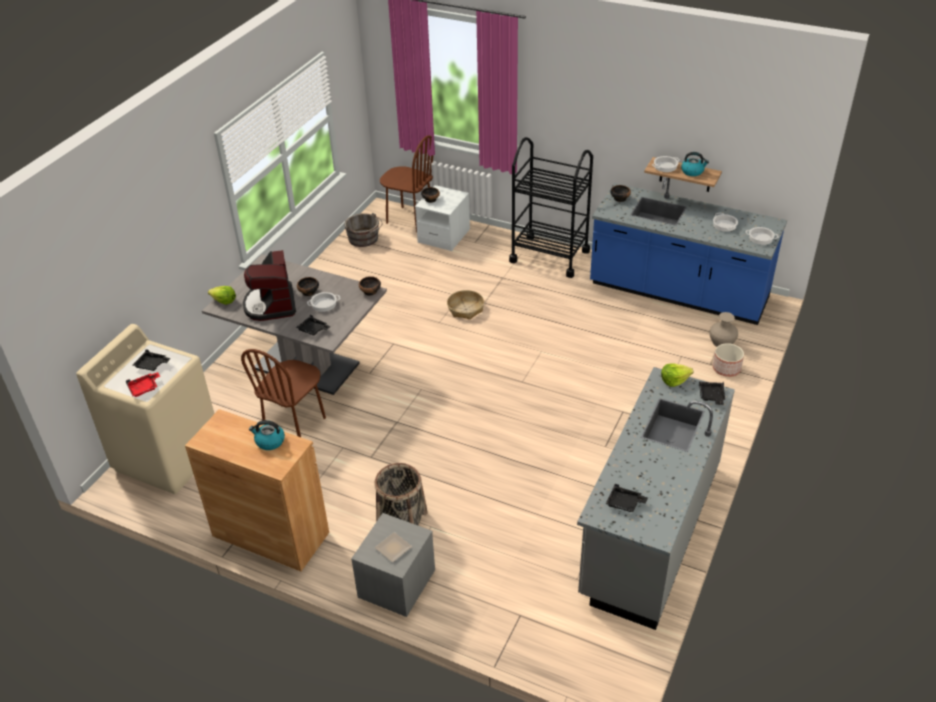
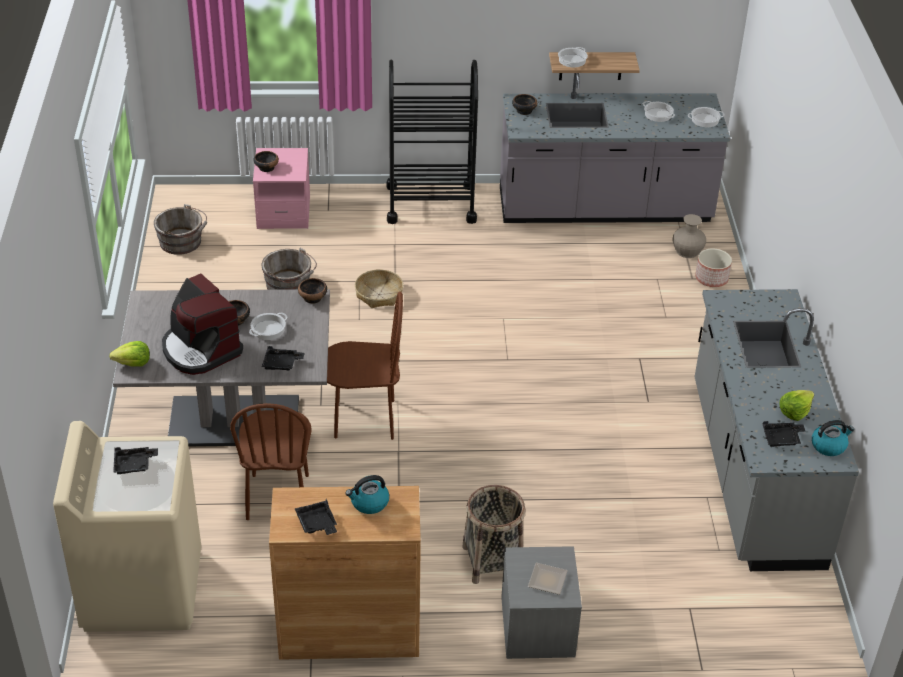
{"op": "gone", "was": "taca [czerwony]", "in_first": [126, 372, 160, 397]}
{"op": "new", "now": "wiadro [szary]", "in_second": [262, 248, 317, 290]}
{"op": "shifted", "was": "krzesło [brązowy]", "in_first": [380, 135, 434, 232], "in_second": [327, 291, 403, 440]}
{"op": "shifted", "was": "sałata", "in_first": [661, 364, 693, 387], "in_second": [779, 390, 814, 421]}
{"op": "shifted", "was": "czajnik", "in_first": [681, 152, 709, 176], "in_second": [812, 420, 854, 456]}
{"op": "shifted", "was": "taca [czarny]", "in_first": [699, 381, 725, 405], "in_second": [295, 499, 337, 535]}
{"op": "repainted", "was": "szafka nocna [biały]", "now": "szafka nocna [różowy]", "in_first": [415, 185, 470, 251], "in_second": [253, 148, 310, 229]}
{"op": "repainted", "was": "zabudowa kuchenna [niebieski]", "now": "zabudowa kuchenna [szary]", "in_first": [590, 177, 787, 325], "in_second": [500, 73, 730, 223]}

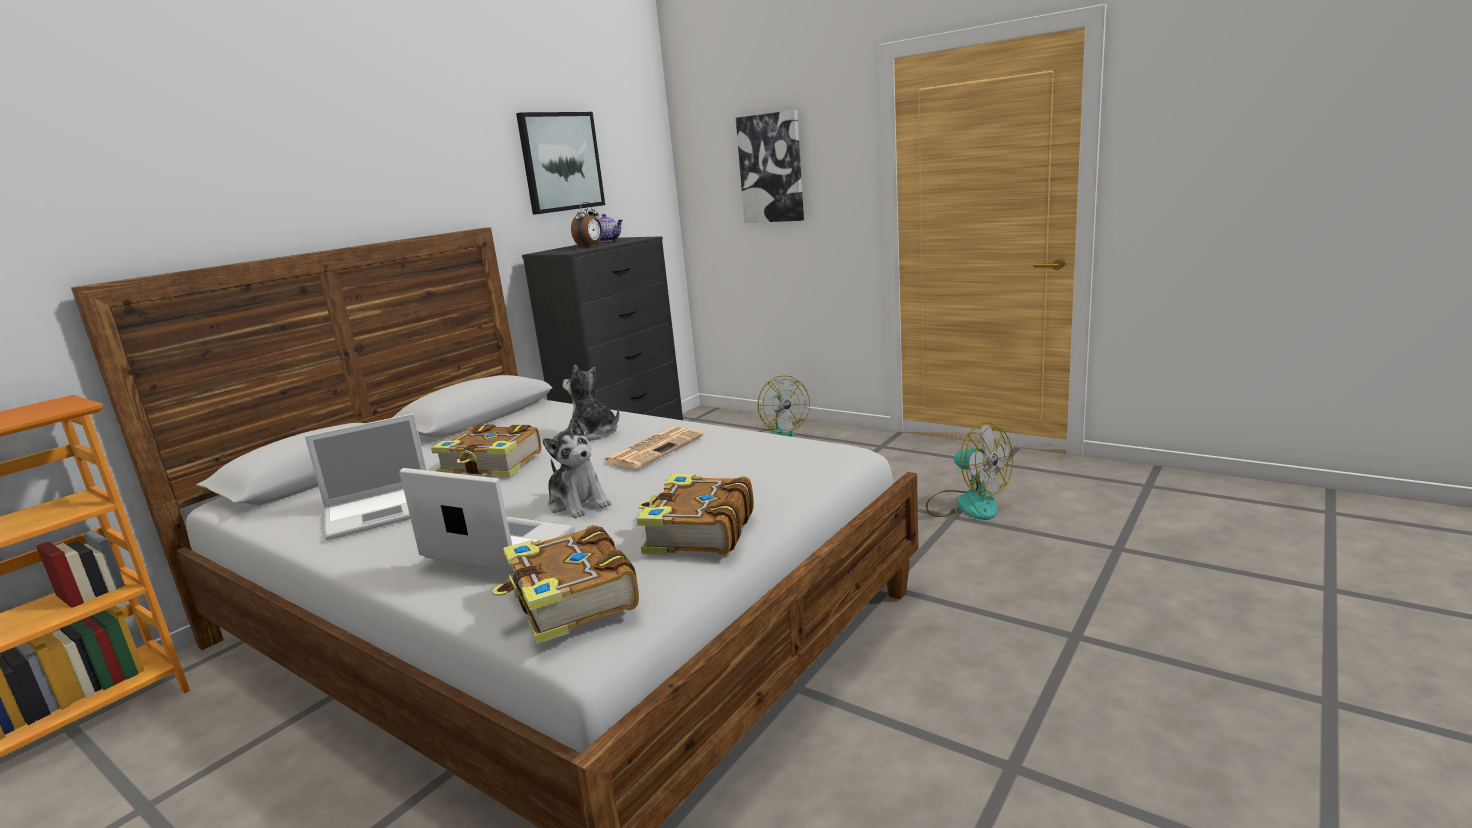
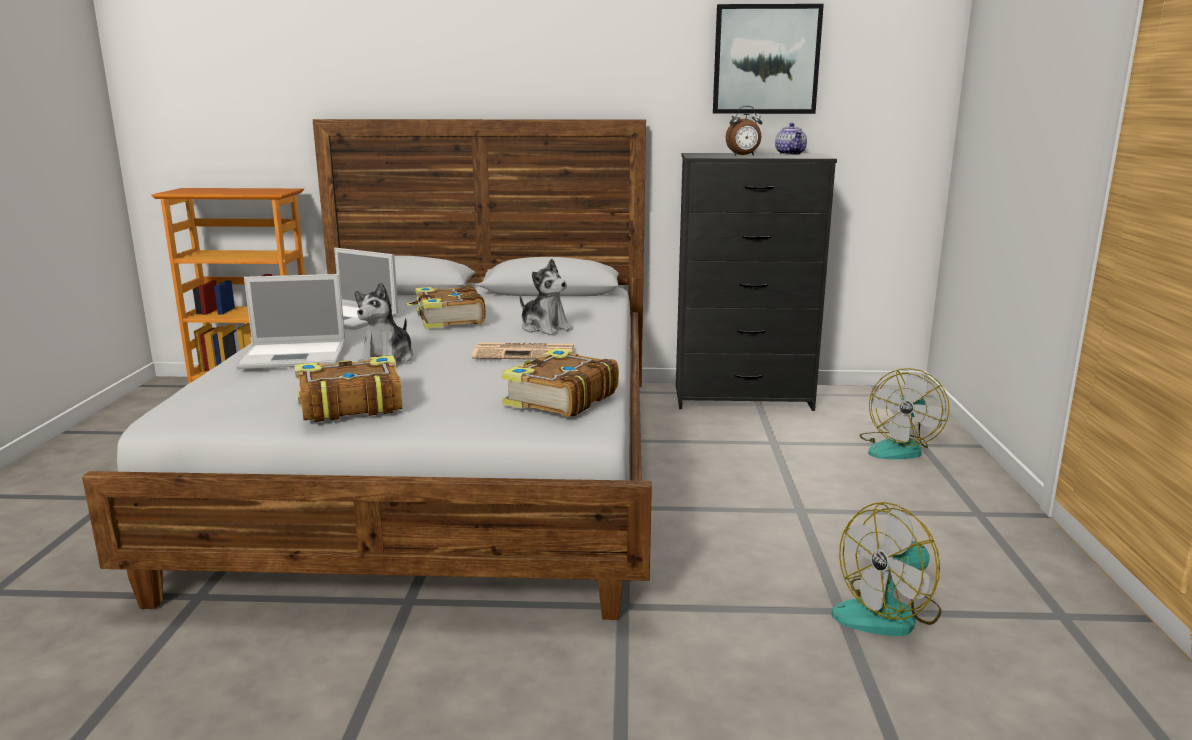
{"op": "gone", "was": "obraz", "in_first": [736, 110, 804, 223]}
{"op": "shifted", "was": "książka", "in_first": [493, 525, 639, 644], "in_second": [501, 348, 619, 417]}
{"op": "rotated", "was": "laptop", "in_first": [399, 468, 575, 573], "in_second": [236, 274, 345, 369], "clockwise": 90}
{"op": "rotated", "was": "pluszak", "in_first": [563, 365, 619, 441], "in_second": [520, 259, 573, 335], "clockwise": 135}
{"op": "rotated", "was": "wentylator", "in_first": [926, 422, 1013, 520], "in_second": [832, 502, 941, 636], "clockwise": 45}

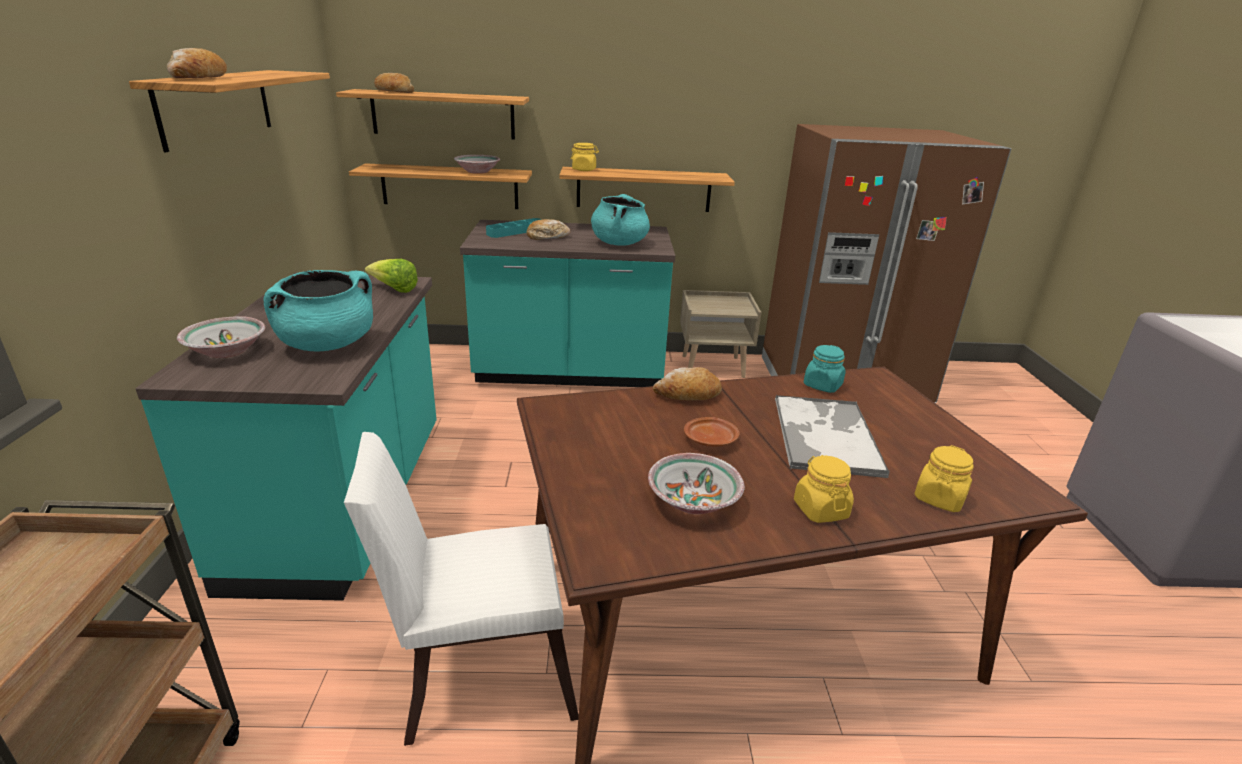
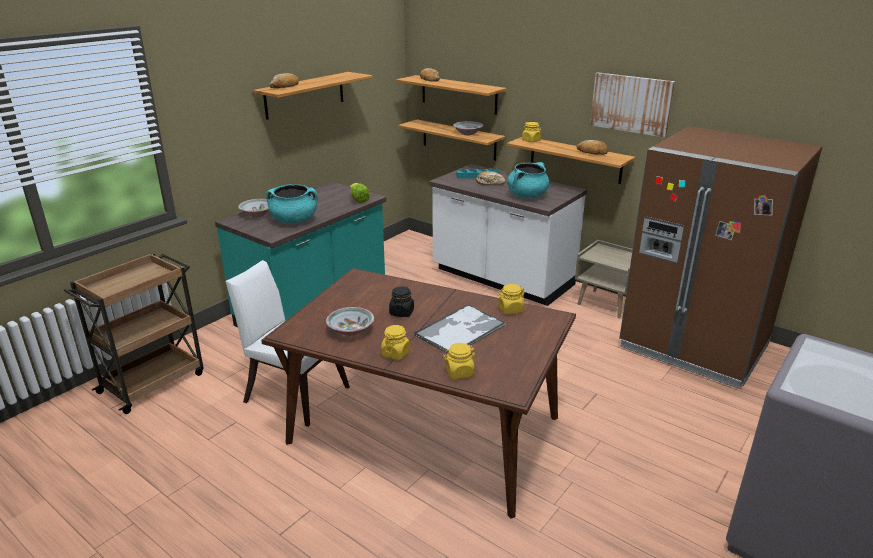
{"op": "new", "now": "obraz", "in_second": [590, 72, 675, 138]}
{"op": "shifted", "was": "chleb", "in_first": [653, 367, 722, 401], "in_second": [577, 140, 608, 155]}
{"op": "swapped", "was": "talerz [brązowy]", "now": "słoik [czarny]", "in_first": [684, 417, 740, 447], "in_second": [389, 286, 414, 317]}
{"op": "repainted", "was": "zabudowa kuchenna [turkusowy]", "now": "zabudowa kuchenna [biały]", "in_first": [460, 220, 675, 387], "in_second": [429, 164, 587, 306]}
{"op": "repainted", "was": "słoik [turkusowy]", "now": "słoik [żółty]", "in_first": [804, 345, 846, 393], "in_second": [497, 284, 525, 314]}

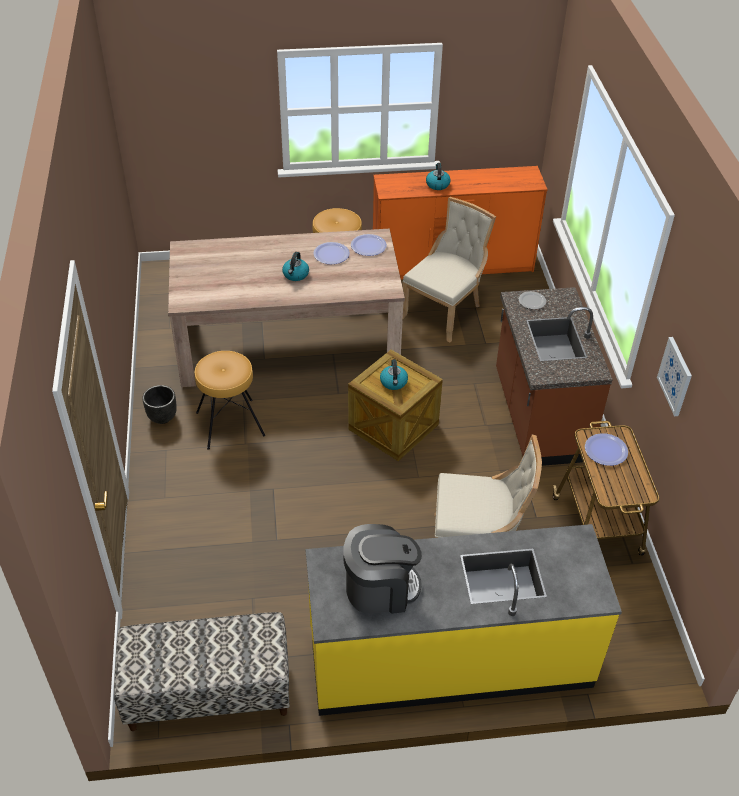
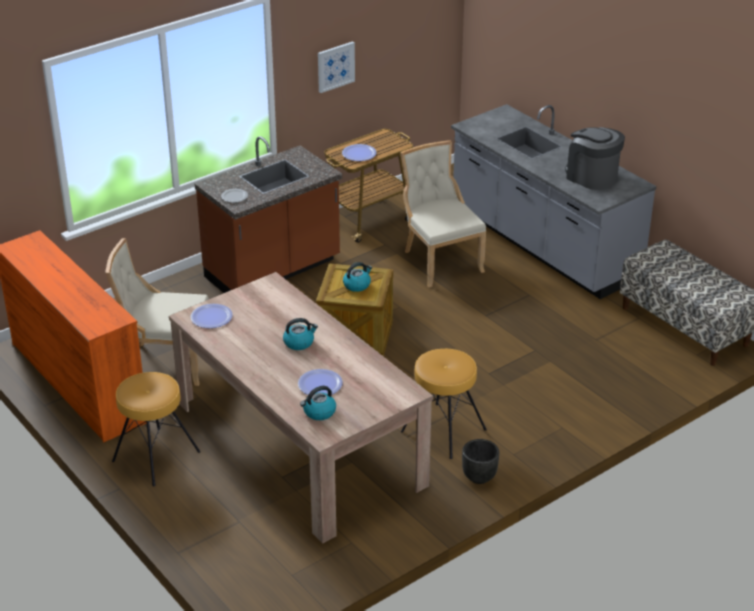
{"op": "shifted", "was": "talerz", "in_first": [313, 242, 350, 264], "in_second": [298, 369, 343, 395]}
{"op": "shifted", "was": "czajnik", "in_first": [426, 163, 451, 190], "in_second": [300, 386, 336, 420]}
{"op": "repainted", "was": "zabudowa kuchenna [żółty]", "now": "zabudowa kuchenna [szary]", "in_first": [306, 524, 622, 716], "in_second": [451, 104, 657, 299]}

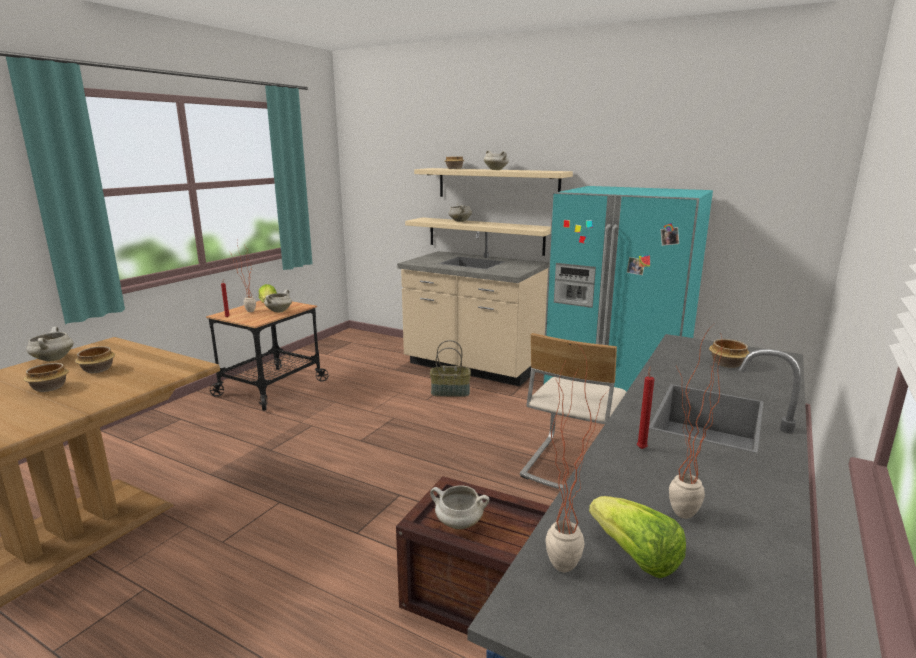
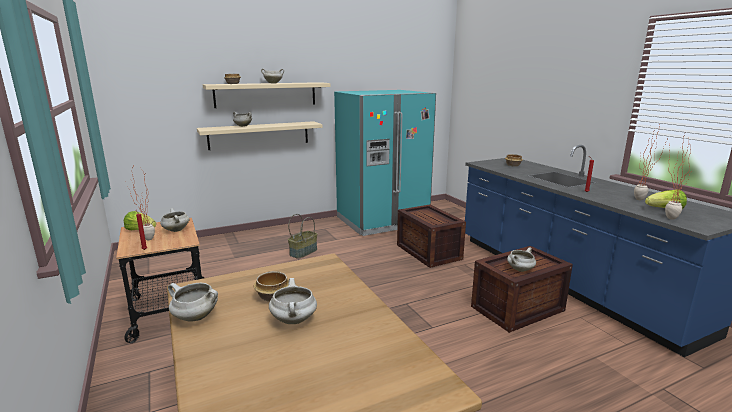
{"op": "gone", "was": "zabudowa kuchenna [beżowy]", "in_first": [397, 231, 549, 386]}
{"op": "swapped", "was": "miska", "now": "garnek [biały]", "in_first": [24, 363, 69, 392], "in_second": [269, 278, 317, 324]}
{"op": "swapped", "was": "krzesło [beżowy]", "now": "skrzynka", "in_first": [520, 333, 626, 489], "in_second": [397, 204, 466, 268]}

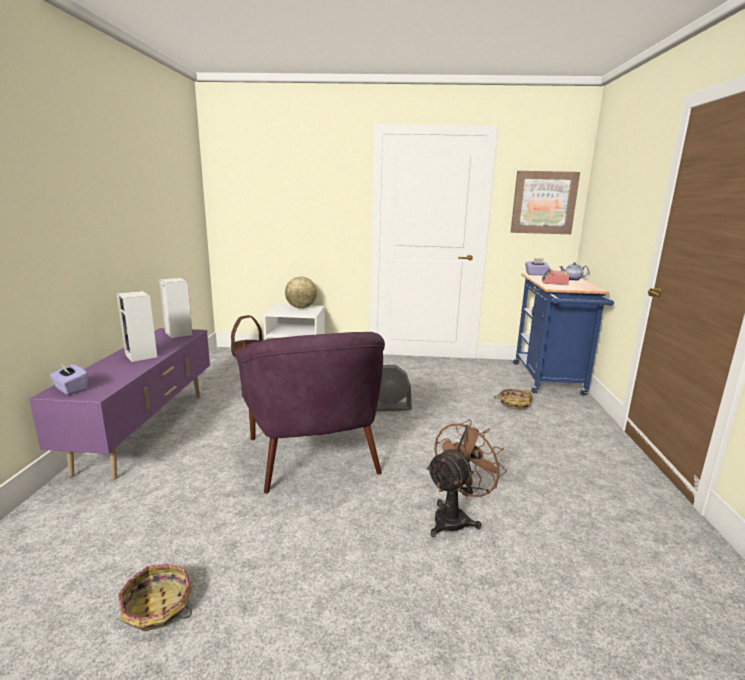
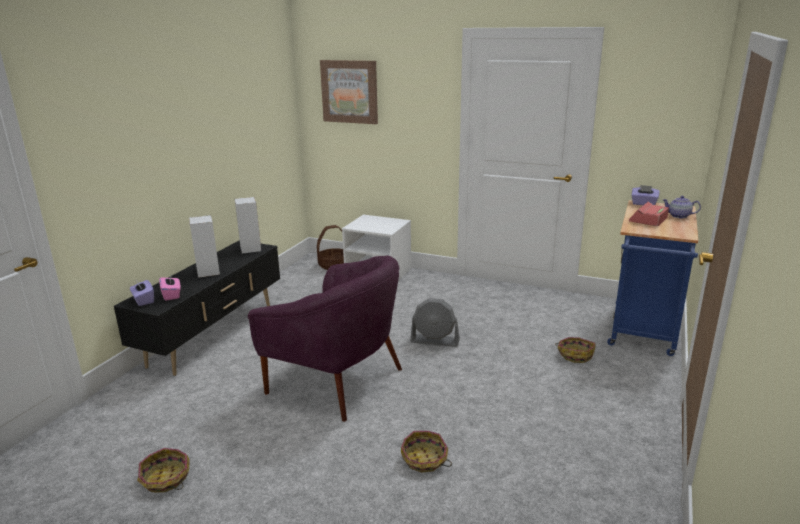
{"op": "gone", "was": "globus", "in_first": [285, 276, 317, 308]}
{"op": "new", "now": "pudełko chusteczek [różowy]", "in_second": [159, 274, 181, 301]}
{"op": "shifted", "was": "obraz", "in_first": [511, 171, 580, 234], "in_second": [320, 60, 378, 124]}
{"op": "swapped", "was": "wentylator [brązowy]", "now": "koszyk", "in_first": [426, 419, 507, 537], "in_second": [401, 431, 452, 473]}
{"op": "repainted", "was": "szafka pod telewizor [fioletowy]", "now": "szafka pod telewizor [czarny]", "in_first": [29, 328, 210, 479], "in_second": [114, 240, 280, 376]}
{"op": "rotated", "was": "fotel [fioletowy]", "in_first": [234, 332, 385, 493], "in_second": [248, 256, 402, 422], "clockwise": -60}

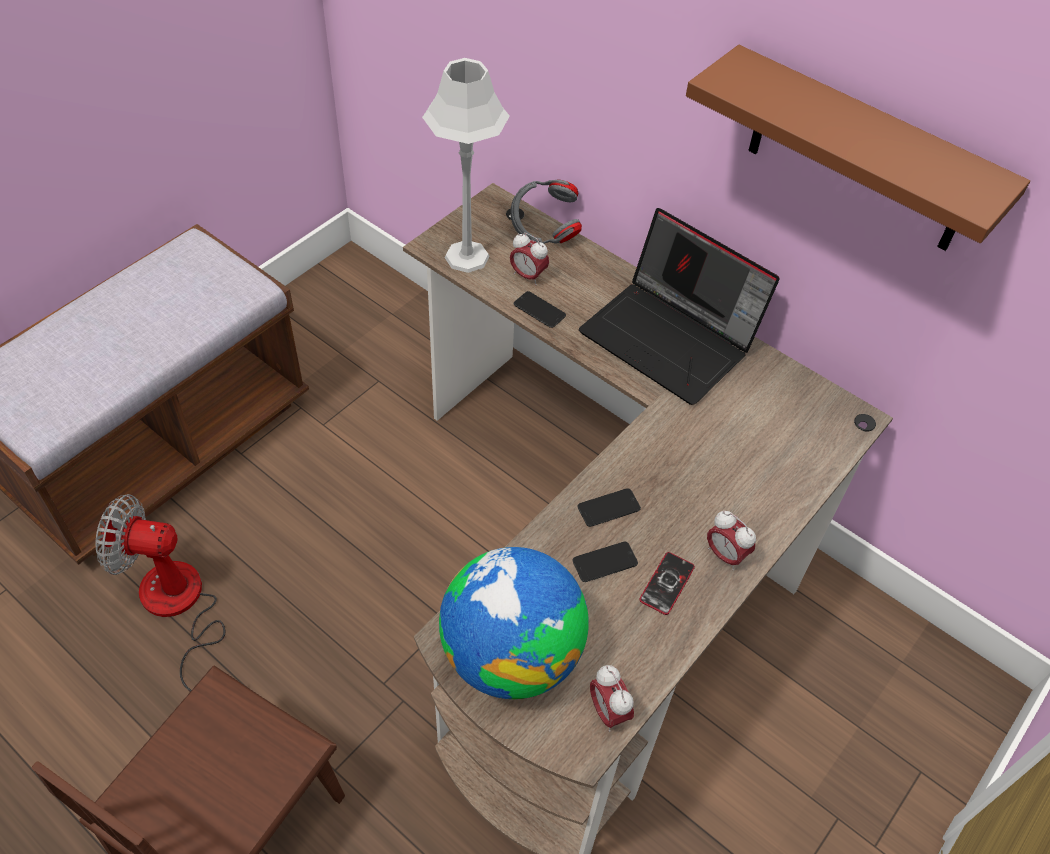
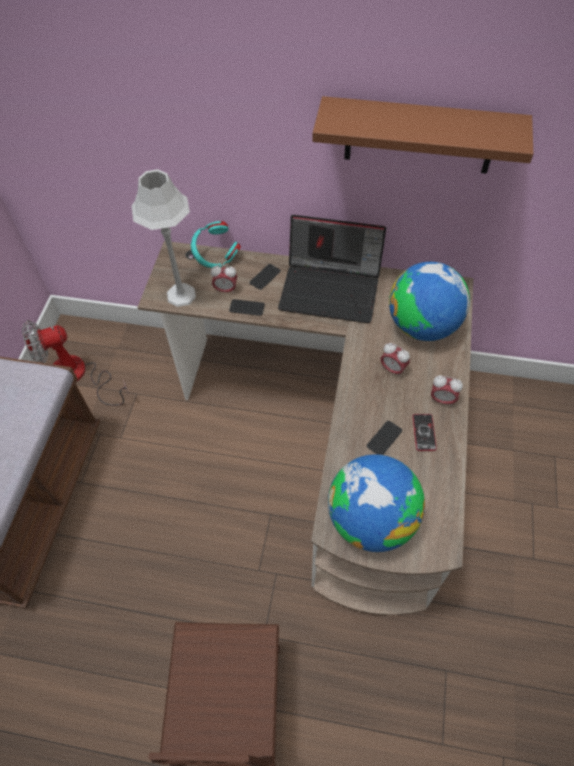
{"op": "new", "now": "globus", "in_second": [389, 262, 470, 341]}
{"op": "shifted", "was": "wentylator", "in_first": [96, 494, 226, 692], "in_second": [22, 320, 129, 406]}
{"op": "shifted", "was": "telefon", "in_first": [578, 488, 641, 527], "in_second": [249, 264, 281, 290]}
{"op": "shifted", "was": "budzik", "in_first": [590, 665, 634, 732], "in_second": [380, 343, 410, 377]}
{"op": "repainted", "was": "słuchawki [szary]", "now": "słuchawki [turkusowy]", "in_first": [511, 179, 582, 244], "in_second": [191, 221, 241, 268]}

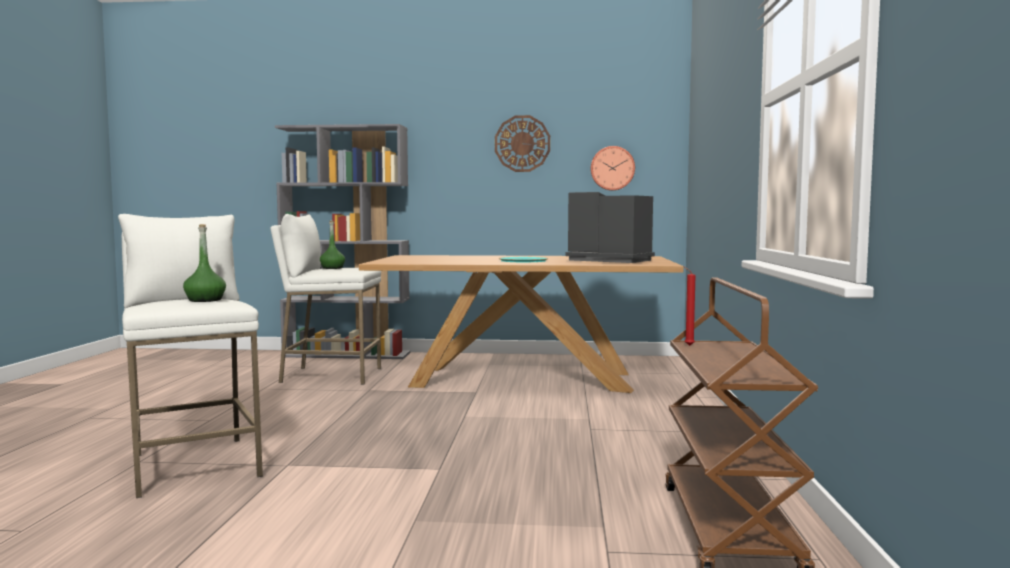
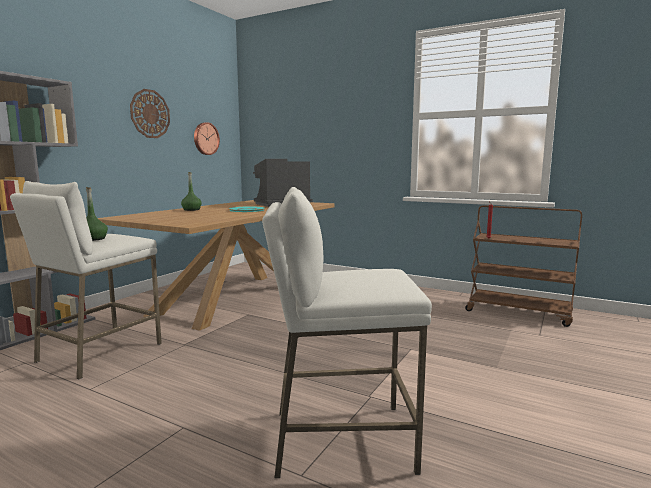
{"op": "shifted", "was": "butelka [zielony]", "in_first": [183, 224, 226, 302], "in_second": [181, 172, 202, 211]}

